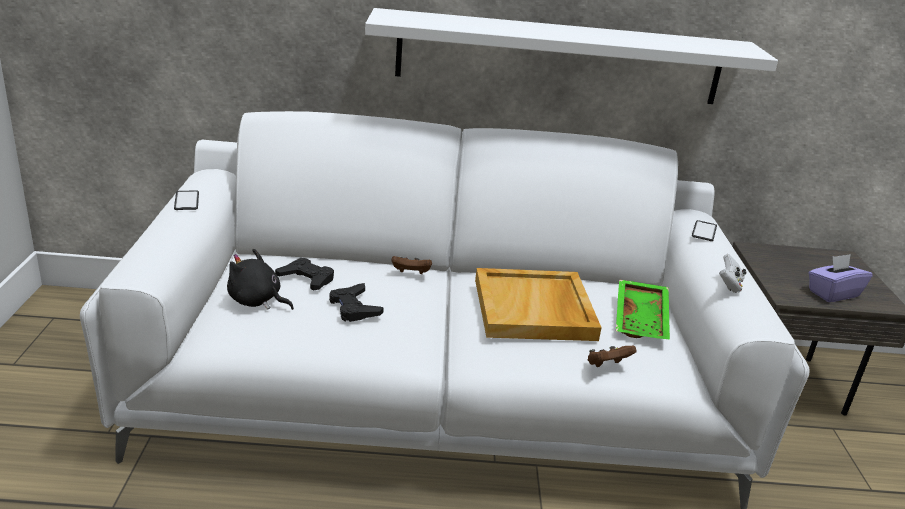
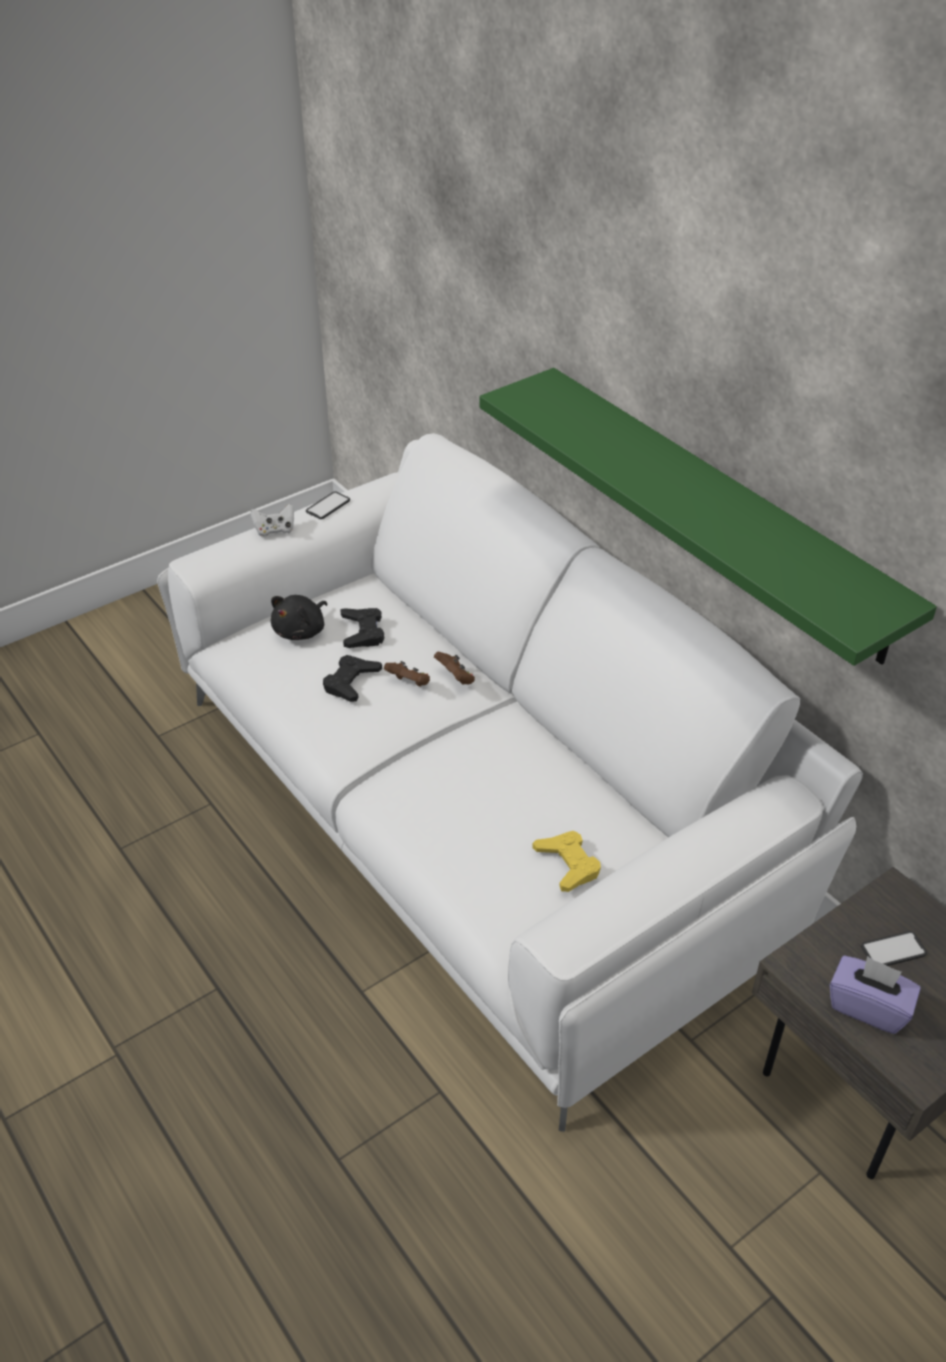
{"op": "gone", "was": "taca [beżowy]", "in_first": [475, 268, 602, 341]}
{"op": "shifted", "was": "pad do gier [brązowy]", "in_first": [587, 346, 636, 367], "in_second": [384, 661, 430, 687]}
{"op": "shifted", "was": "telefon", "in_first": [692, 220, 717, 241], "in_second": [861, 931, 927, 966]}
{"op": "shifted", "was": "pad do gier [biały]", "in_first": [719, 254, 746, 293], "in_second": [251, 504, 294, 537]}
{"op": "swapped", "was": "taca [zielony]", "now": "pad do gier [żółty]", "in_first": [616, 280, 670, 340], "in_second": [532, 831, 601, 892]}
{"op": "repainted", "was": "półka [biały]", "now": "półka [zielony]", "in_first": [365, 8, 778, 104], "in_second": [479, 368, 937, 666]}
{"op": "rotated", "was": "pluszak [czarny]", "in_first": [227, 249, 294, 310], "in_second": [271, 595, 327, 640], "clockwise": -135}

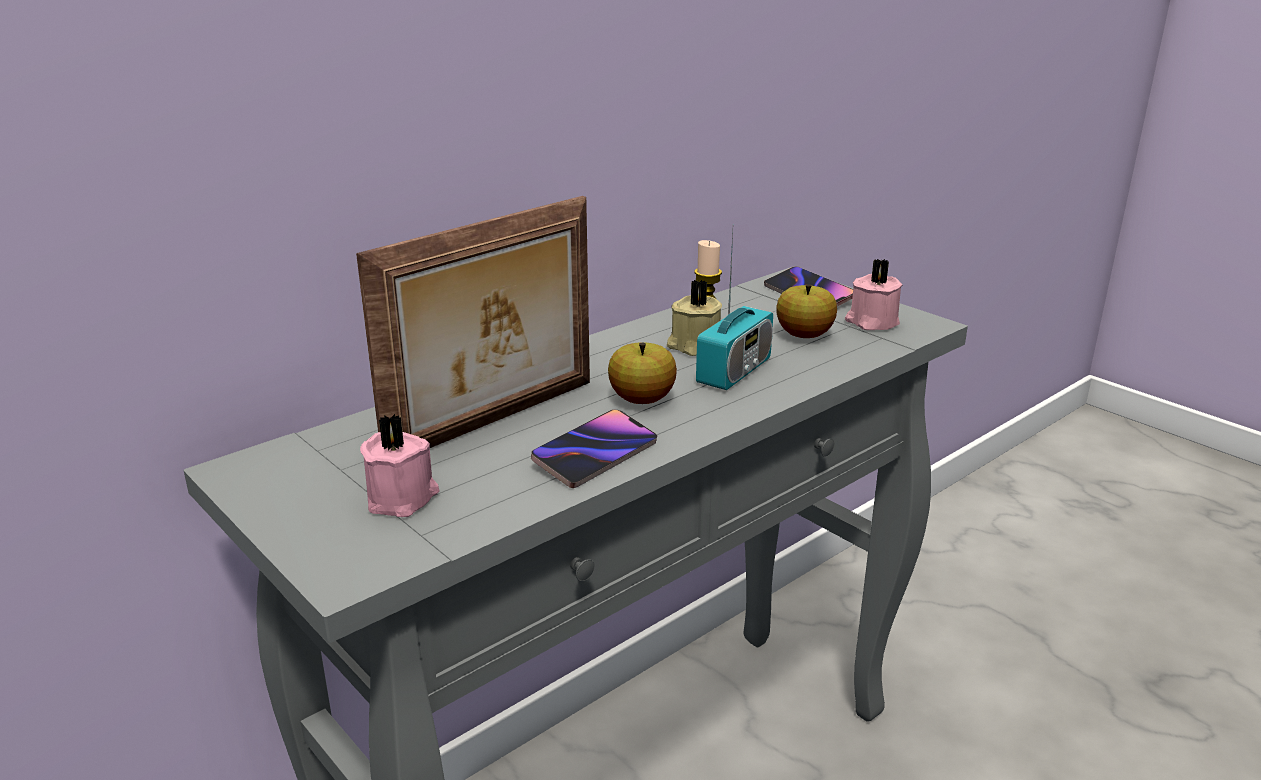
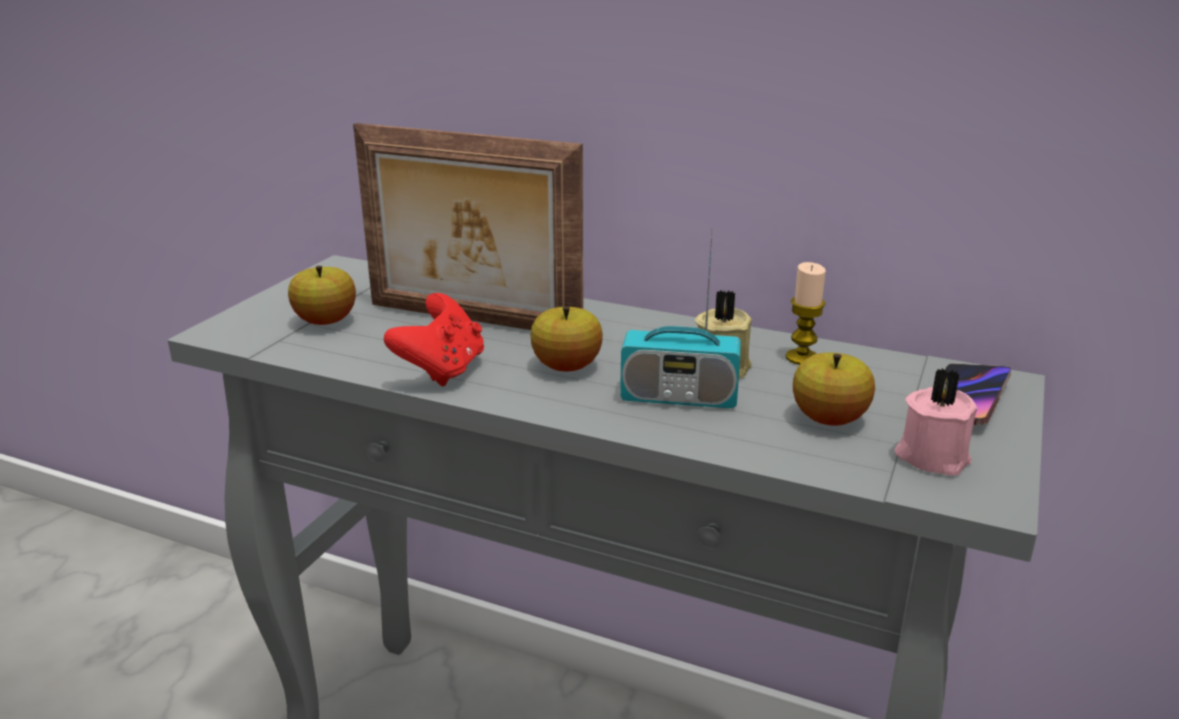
{"op": "swapped", "was": "świeca [różowy]", "now": "jabłko", "in_first": [360, 414, 439, 517], "in_second": [288, 266, 356, 325]}
{"op": "swapped", "was": "telefon", "now": "pad do gier [czerwony]", "in_first": [531, 410, 657, 488], "in_second": [384, 293, 484, 387]}

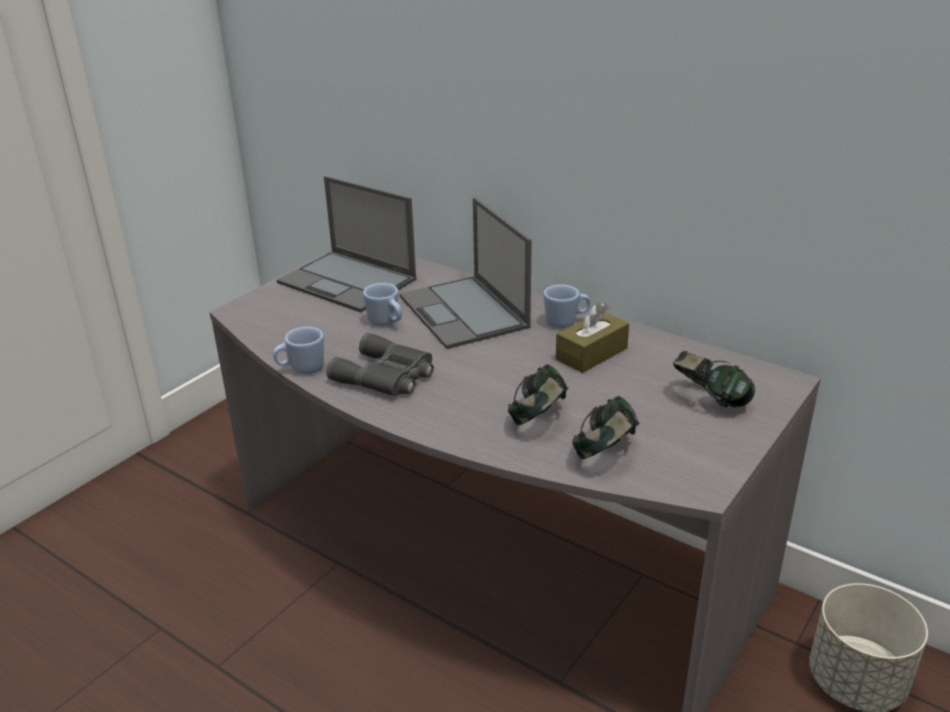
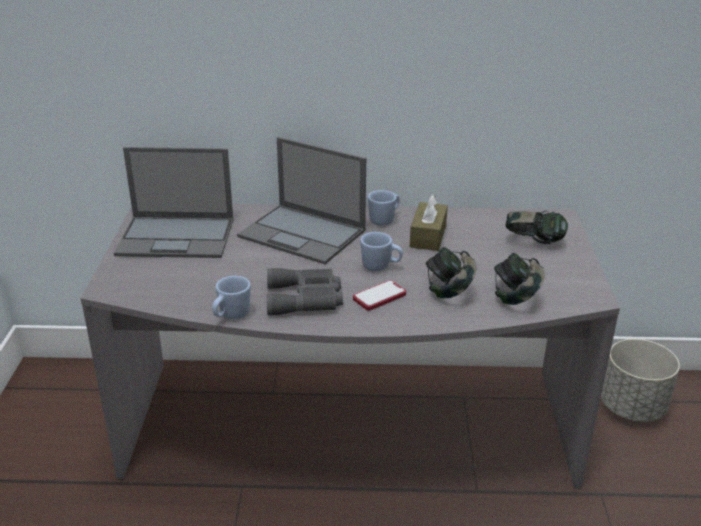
{"op": "new", "now": "telefon", "in_second": [353, 280, 406, 311]}
{"op": "shifted", "was": "kubek [niebieski]", "in_first": [363, 283, 402, 326], "in_second": [360, 232, 403, 271]}

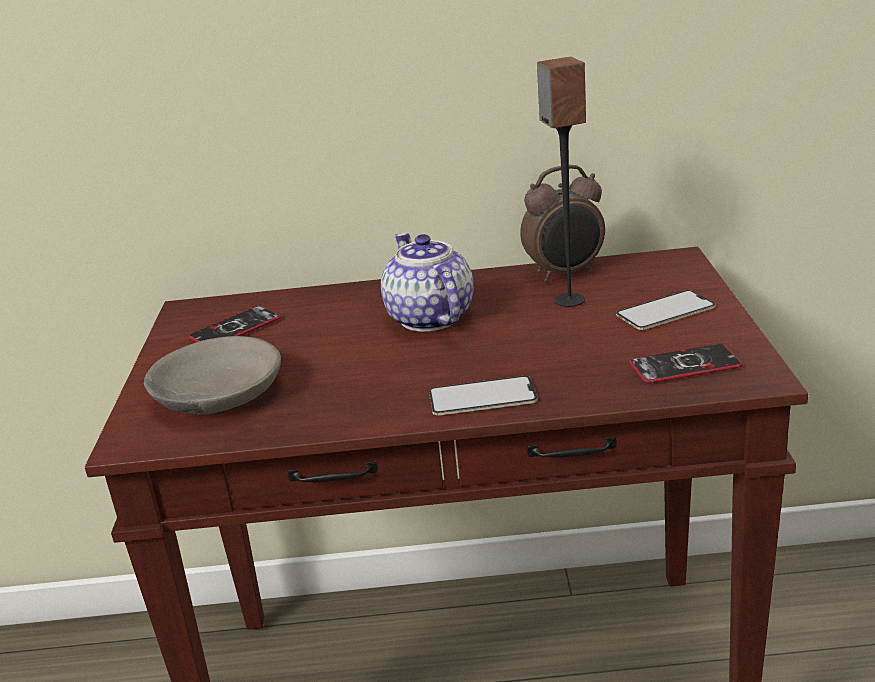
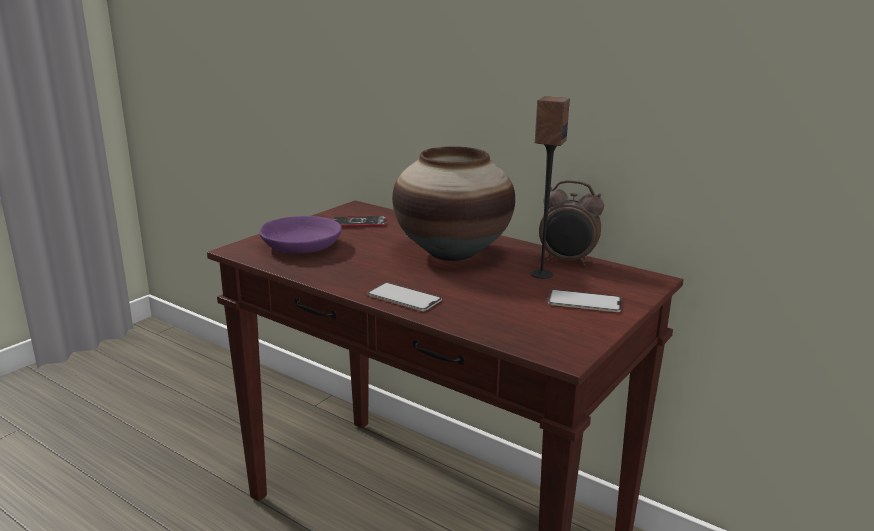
{"op": "gone", "was": "telefon", "in_first": [629, 343, 742, 383]}
{"op": "swapped", "was": "imbryk", "now": "wazon", "in_first": [381, 233, 474, 332], "in_second": [392, 146, 515, 262]}
{"op": "repainted", "was": "miska [szary]", "now": "miska [fioletowy]", "in_first": [144, 336, 281, 415], "in_second": [259, 216, 342, 253]}

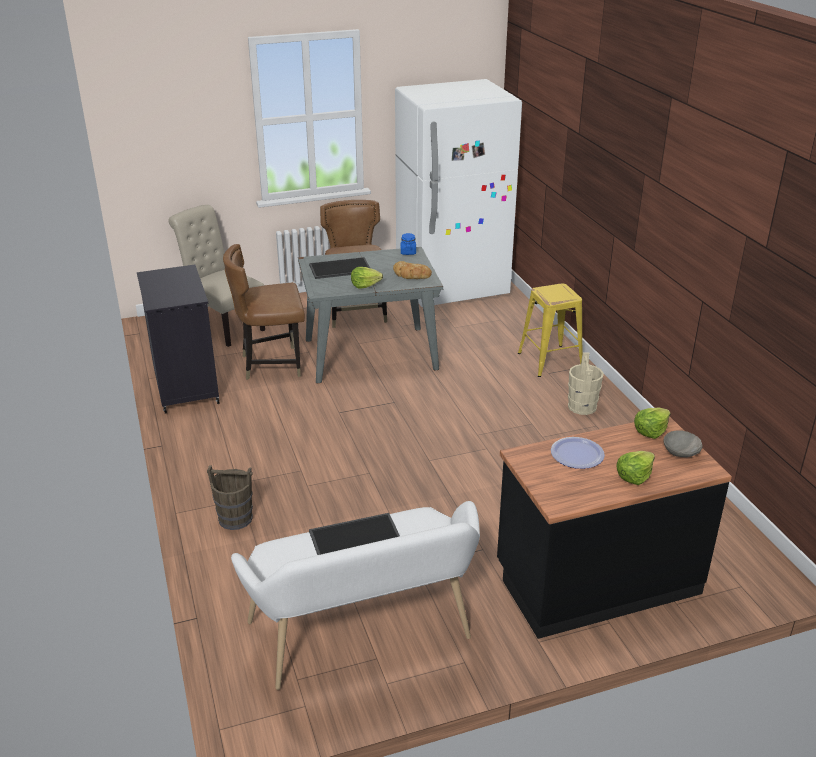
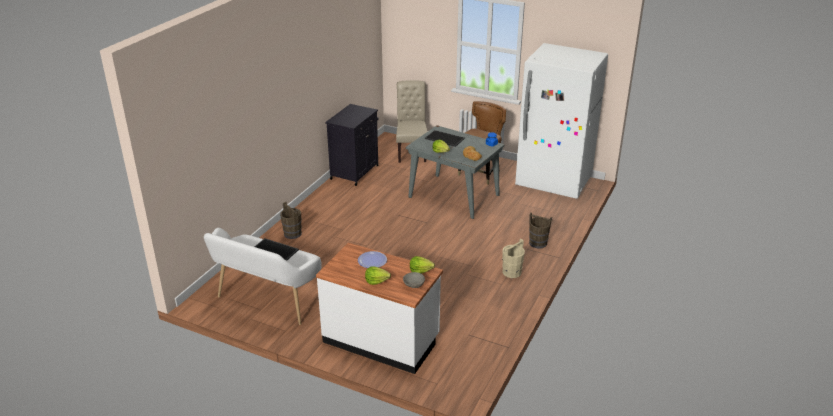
{"op": "gone", "was": "krzesło [brązowy]", "in_first": [223, 244, 305, 380]}
{"op": "swapped", "was": "stołek [żółty]", "now": "wiadro [brązowy]", "in_first": [518, 283, 582, 377], "in_second": [529, 212, 552, 249]}
{"op": "repainted", "was": "zabudowa kuchenna [czarny]", "now": "zabudowa kuchenna [biały]", "in_first": [497, 417, 732, 639], "in_second": [316, 243, 443, 374]}

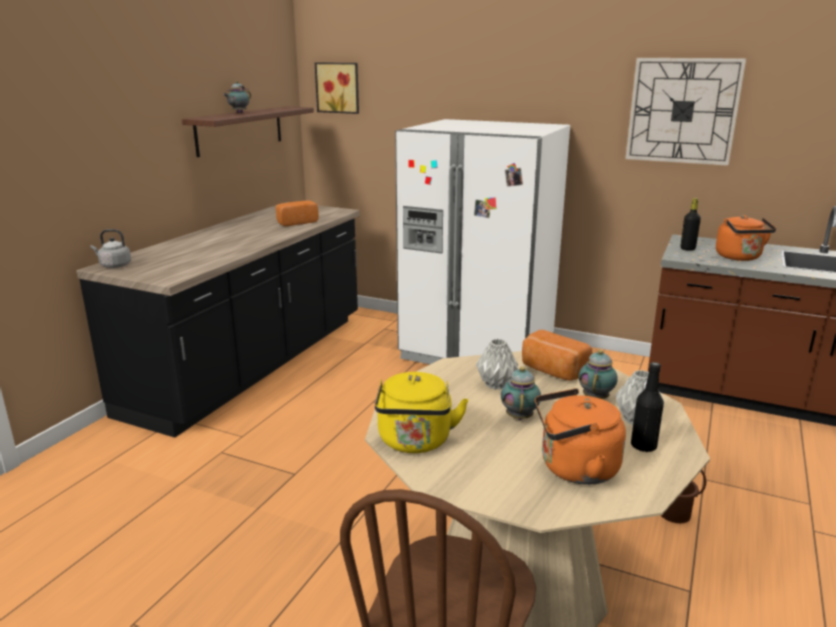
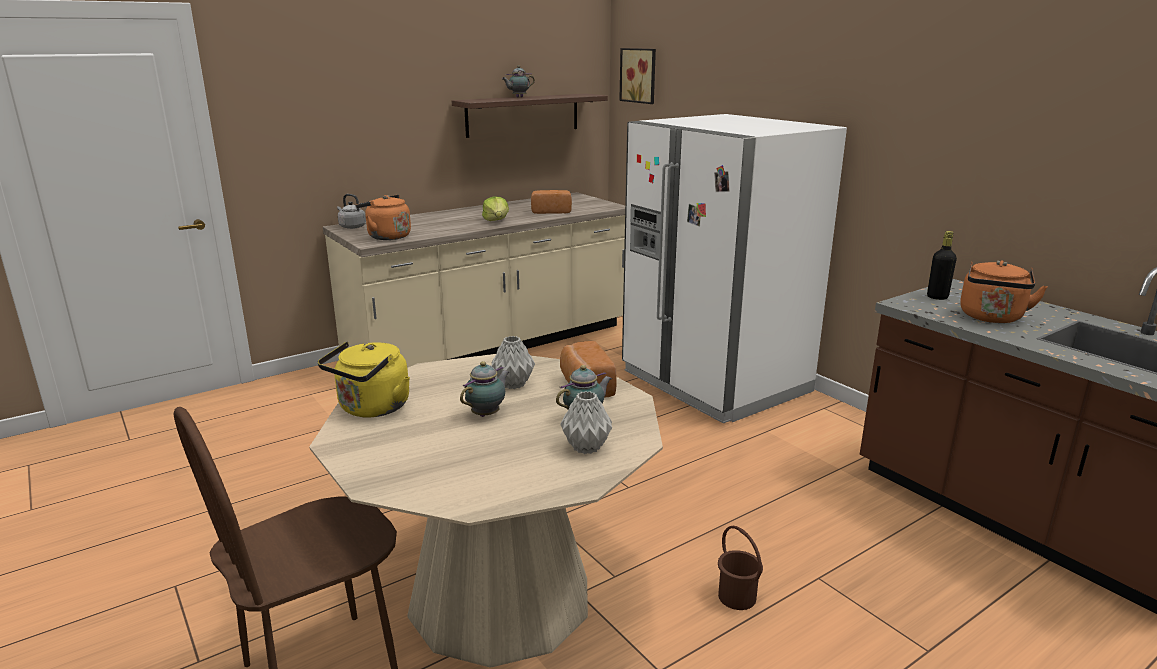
{"op": "gone", "was": "zegar ścienny", "in_first": [625, 58, 746, 166]}
{"op": "gone", "was": "butelka [czarny]", "in_first": [631, 362, 664, 452]}
{"op": "new", "now": "sałata", "in_second": [482, 196, 509, 221]}
{"op": "shifted", "was": "czajnik [pomarańczowy]", "in_first": [535, 388, 626, 485], "in_second": [356, 195, 411, 240]}
{"op": "repainted", "was": "zabudowa kuchenna [czarny]", "now": "zabudowa kuchenna [beżowy]", "in_first": [77, 202, 360, 438], "in_second": [323, 192, 625, 368]}

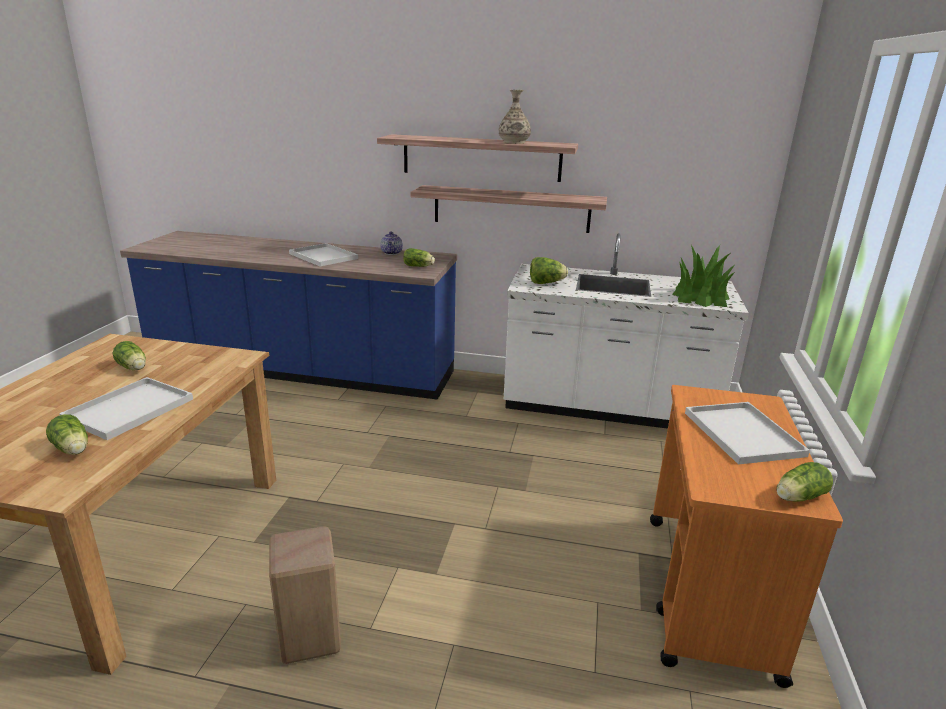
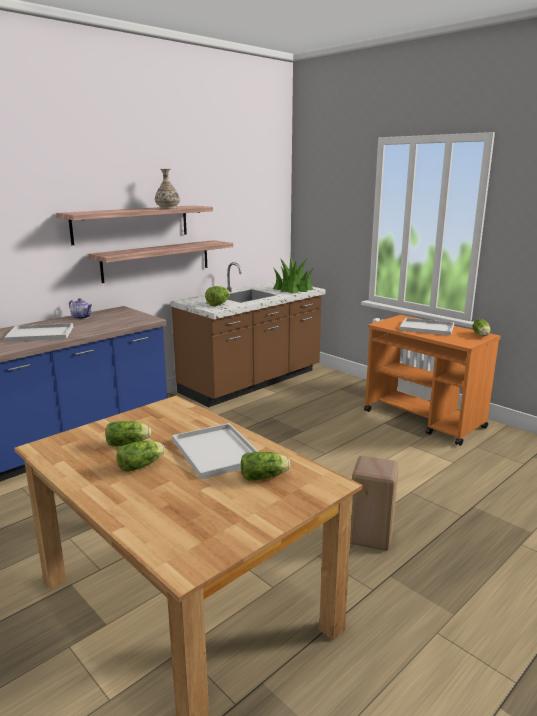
{"op": "shifted", "was": "sałata", "in_first": [403, 248, 435, 267], "in_second": [117, 440, 165, 472]}
{"op": "repainted", "was": "zabudowa kuchenna [biały]", "now": "zabudowa kuchenna [brązowy]", "in_first": [504, 233, 749, 429], "in_second": [170, 262, 326, 407]}

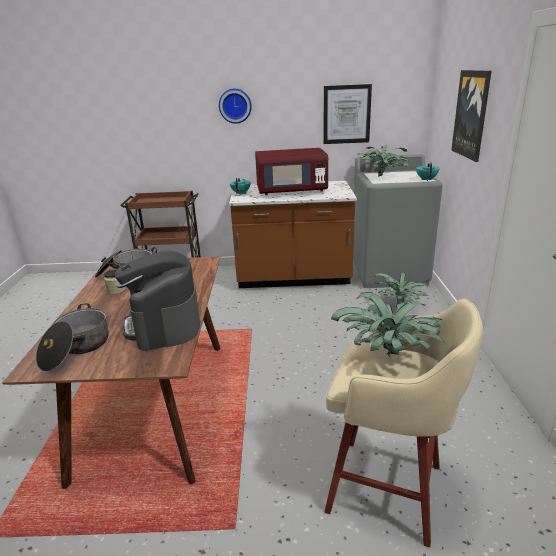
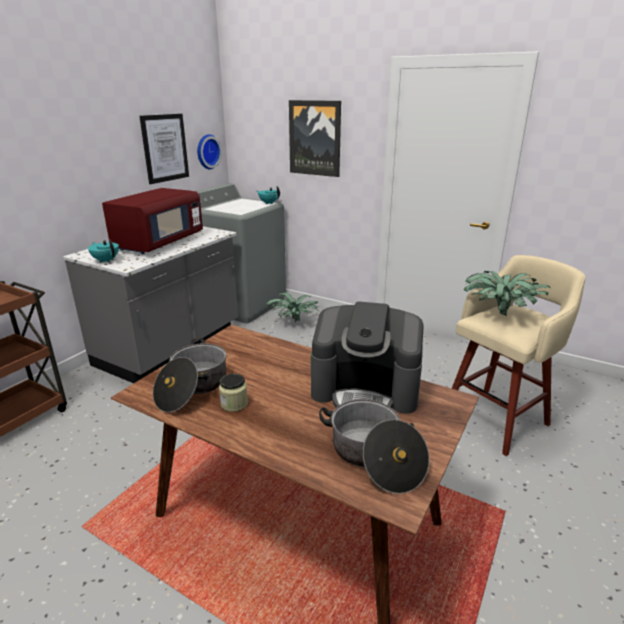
{"op": "gone", "was": "roślina doniczkowa", "in_first": [358, 145, 409, 177]}
{"op": "shifted", "was": "zegar ścienny", "in_first": [219, 89, 252, 124], "in_second": [197, 134, 222, 169]}
{"op": "repainted", "was": "zabudowa kuchenna [brązowy]", "now": "zabudowa kuchenna [szary]", "in_first": [229, 181, 357, 288], "in_second": [63, 226, 238, 383]}

